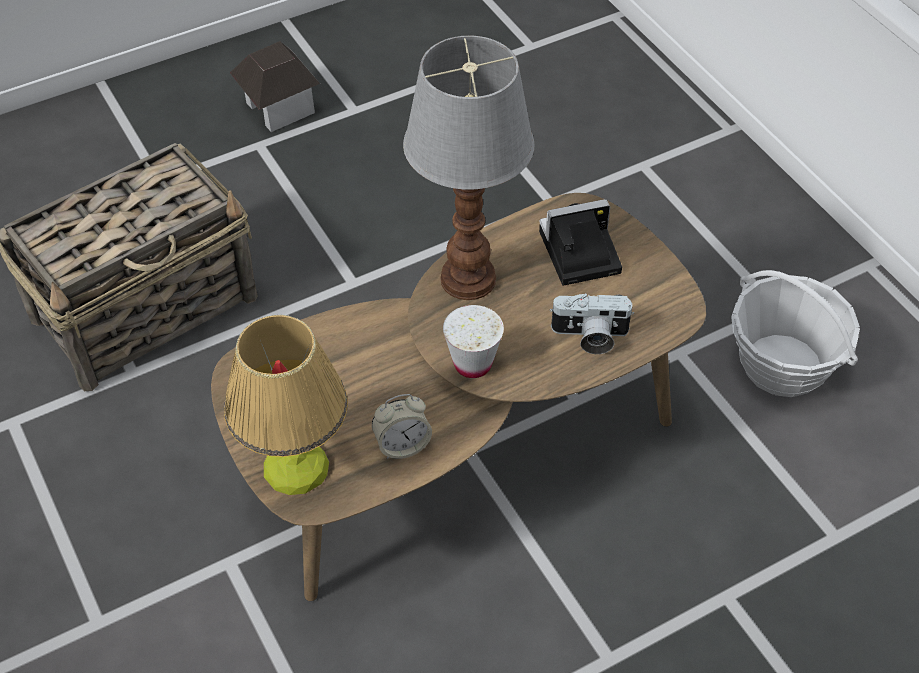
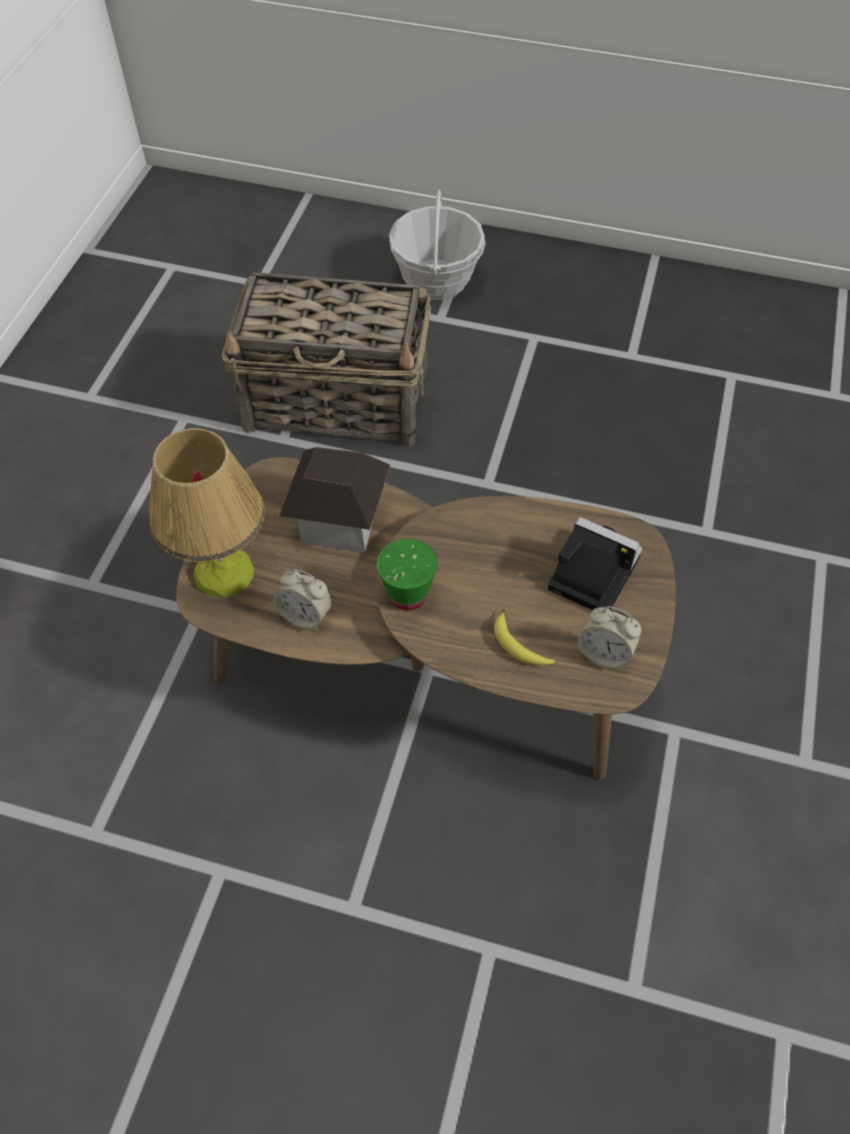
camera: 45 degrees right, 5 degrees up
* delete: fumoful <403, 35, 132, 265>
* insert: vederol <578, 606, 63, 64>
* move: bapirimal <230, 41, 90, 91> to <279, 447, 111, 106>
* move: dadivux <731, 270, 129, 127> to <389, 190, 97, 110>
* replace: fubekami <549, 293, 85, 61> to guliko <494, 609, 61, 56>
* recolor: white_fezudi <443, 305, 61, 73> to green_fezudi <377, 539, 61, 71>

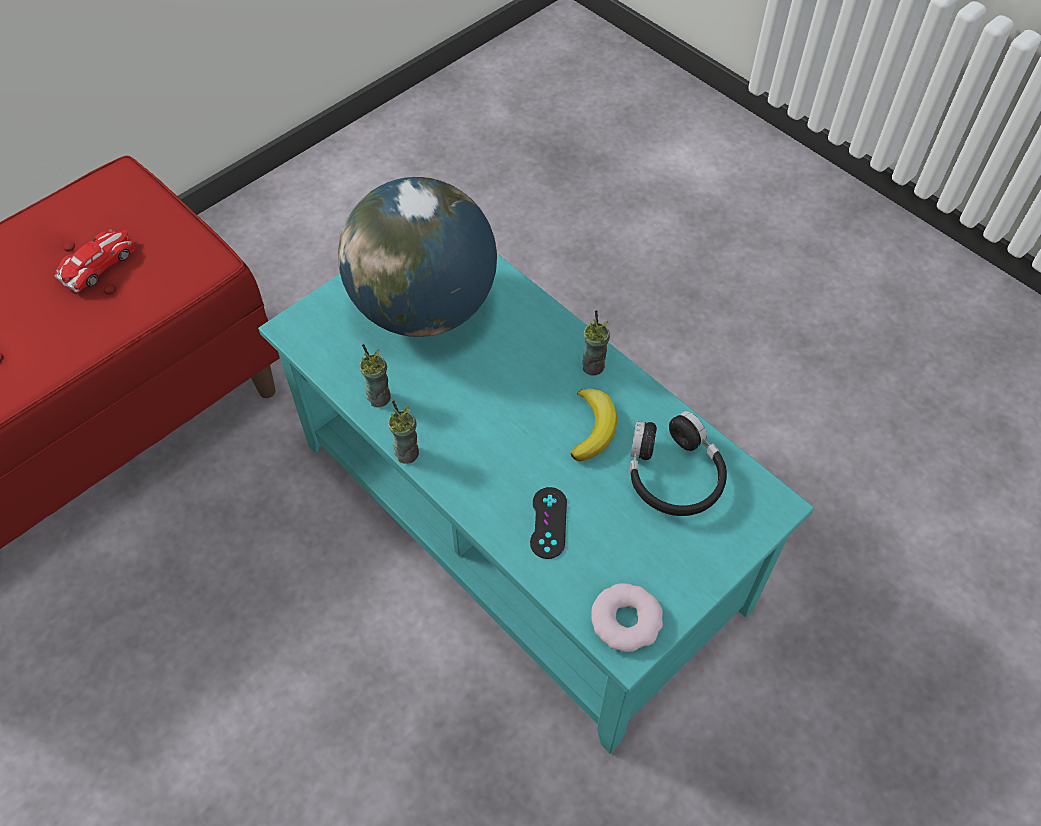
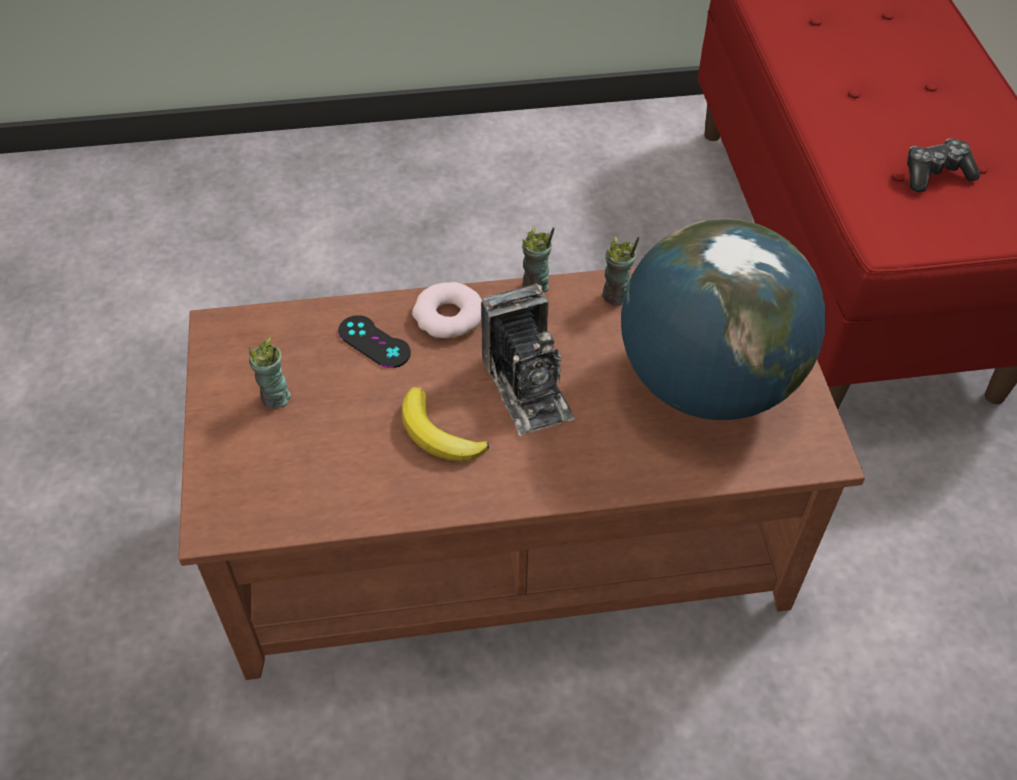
camera: 125 degrees right, 5 degrees down
* delete: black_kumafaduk <630, 411, 97, 105>
* insert: fubekami <481, 284, 94, 152>
* move: fezudi <582, 310, 28, 66> to <248, 337, 43, 72>
* move: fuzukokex <591, 583, 72, 69> to <412, 282, 70, 56>
* replace: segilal <54, 229, 81, 64> to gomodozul <907, 139, 73, 53>
* recolor: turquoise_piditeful <258, 253, 556, 501> to brown_piditeful <178, 267, 687, 413>

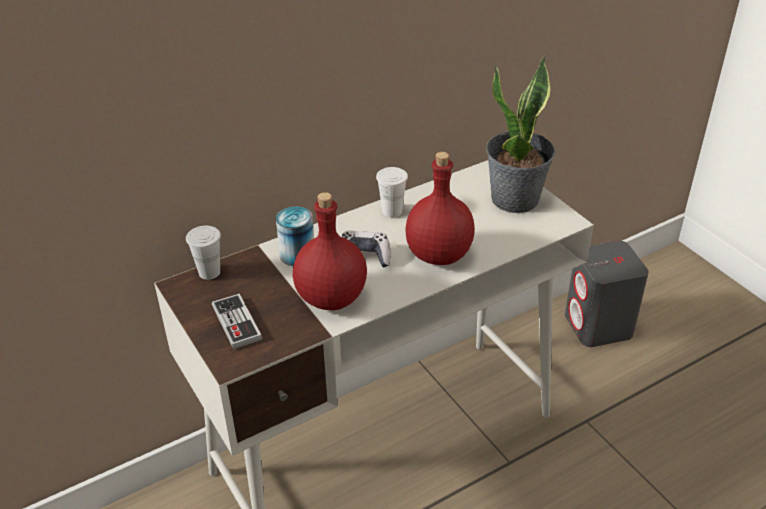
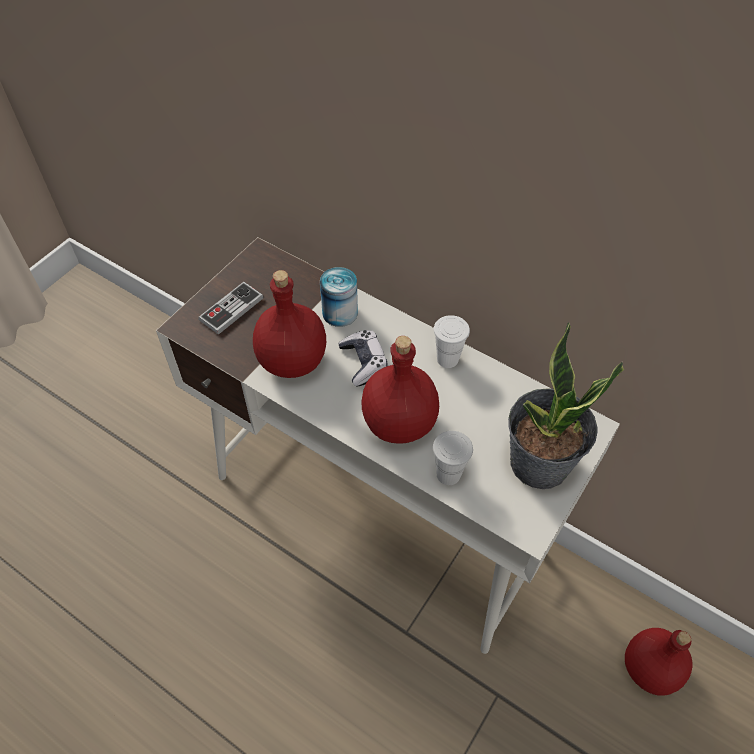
camera: 65 degrees right, 15 degrees up
* move: white_fezudi <186, 226, 35, 54> to <433, 431, 40, 54>
* replace: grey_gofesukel <565, 240, 84, 107> to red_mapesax <625, 628, 68, 68>

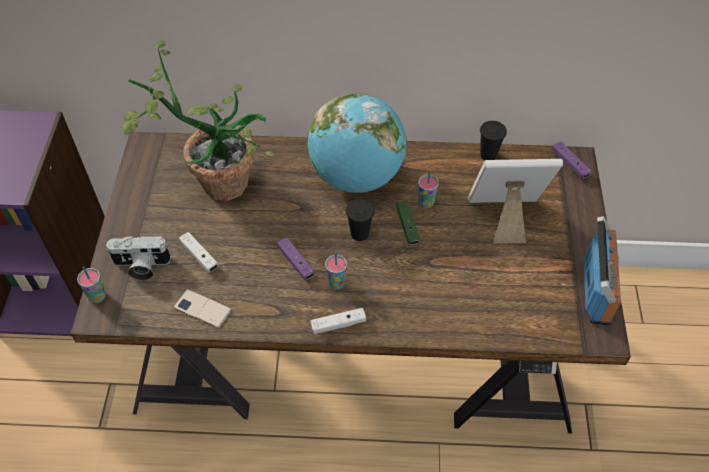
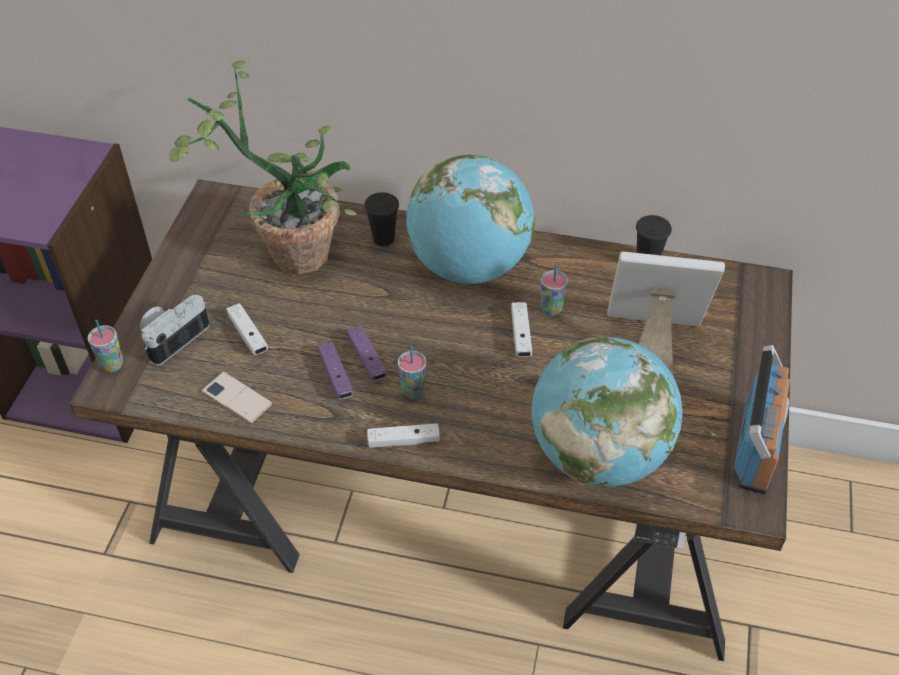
camera: 10 degrees right, 5 degrees down
* insert: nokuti <531, 337, 152, 150>
* move: black_fezudi <346, 199, 28, 42> to <364, 192, 35, 54>
* move: purple_gomodozul <552, 142, 40, 37> to <318, 342, 36, 57>
* recolor: green_gomodozul <396, 201, 24, 44> to white_gomodozul <511, 302, 21, 55>
* rotate: fubekami <106, 235, 65, 45> = <140, 295, 69, 71> 120 degrees clockwise

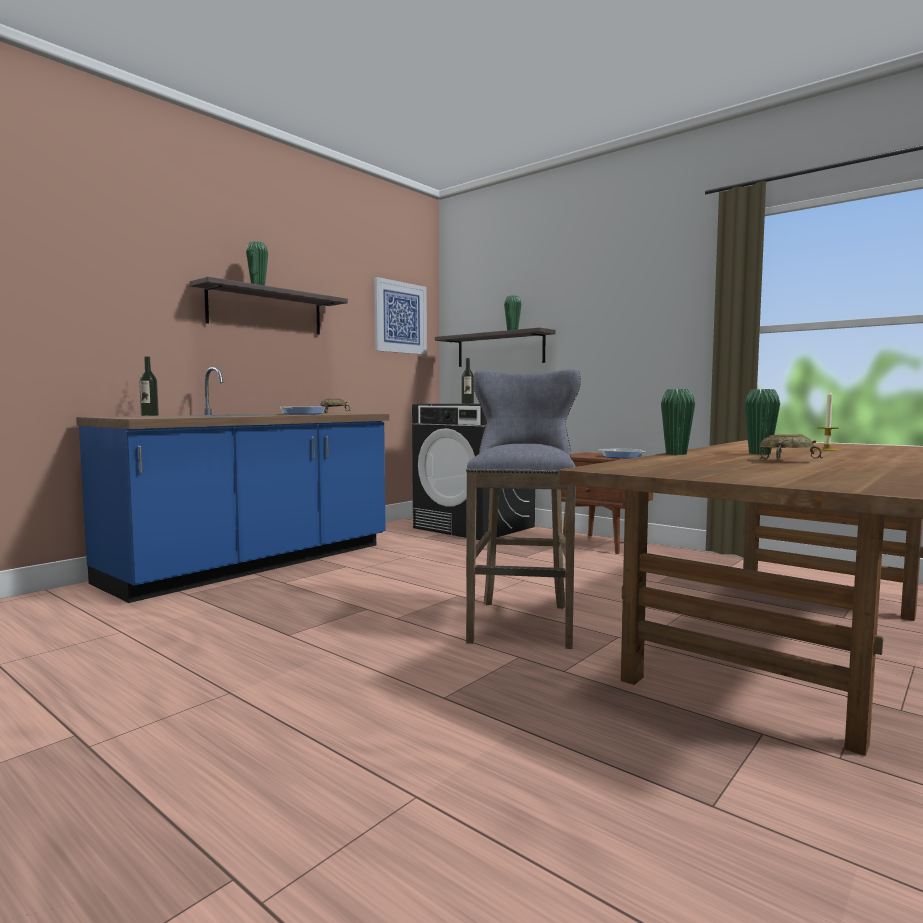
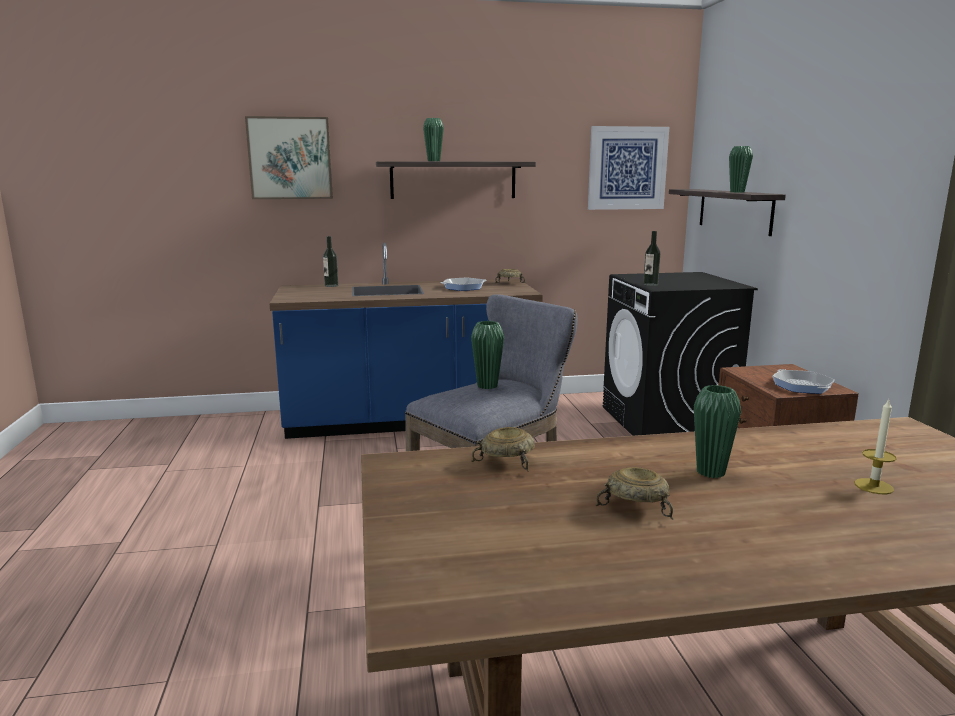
camera: 40 degrees right, 10 degrees up
* insert: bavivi <245, 116, 88, 83>
* insert: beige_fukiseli <471, 427, 64, 45>
* move: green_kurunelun <661, 389, 34, 66> to <471, 321, 33, 68>

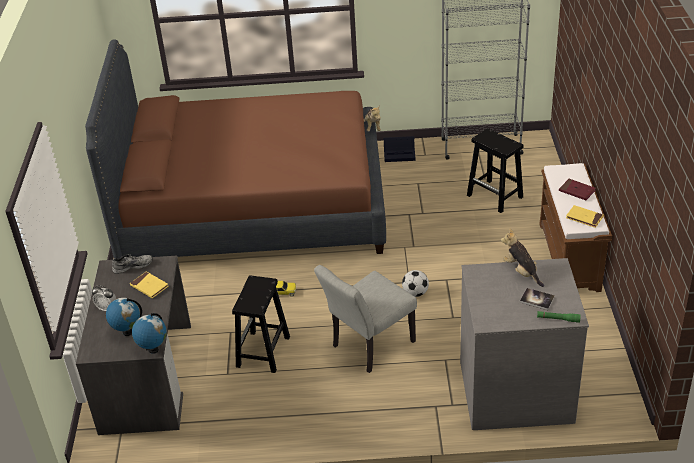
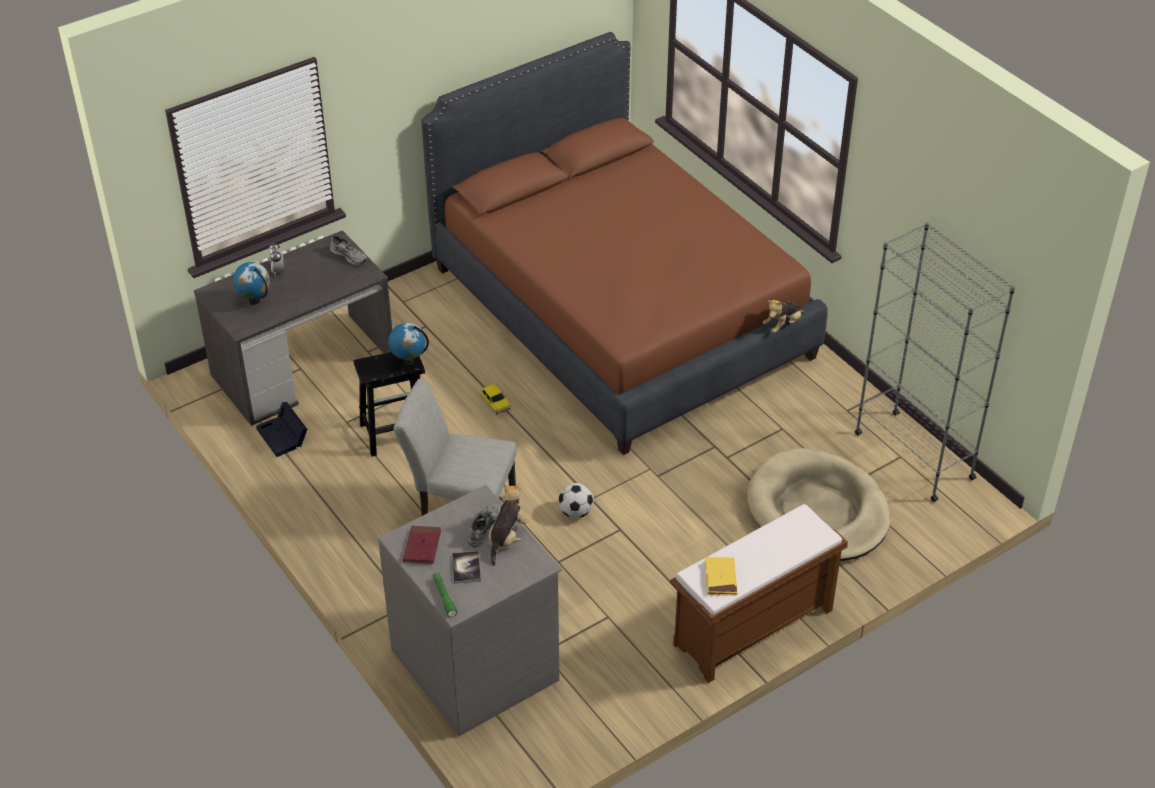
camera: 55 degrees right, 5 degrees up
* delete: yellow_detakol <130, 271, 39, 27>
* insert: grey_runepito <467, 502, 34, 45>
* move: nokuti <132, 313, 35, 41> to <388, 323, 41, 43>
* move: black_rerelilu <384, 136, 32, 26> to <256, 402, 51, 55>
* move: red_detakol <559, 179, 37, 21> to <403, 526, 38, 38>
* replace: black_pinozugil <467, 128, 56, 85> to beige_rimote <747, 448, 144, 113>

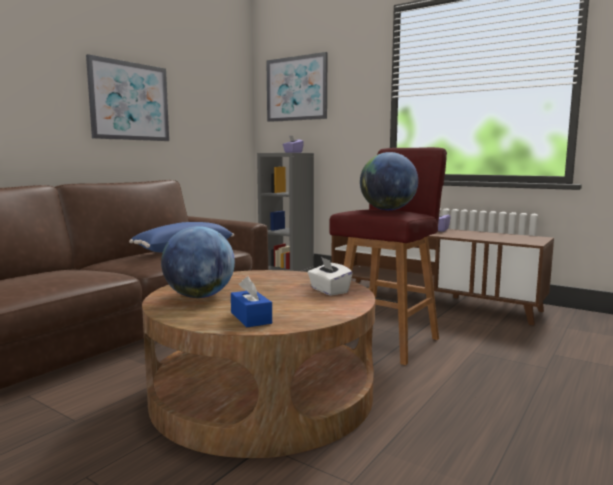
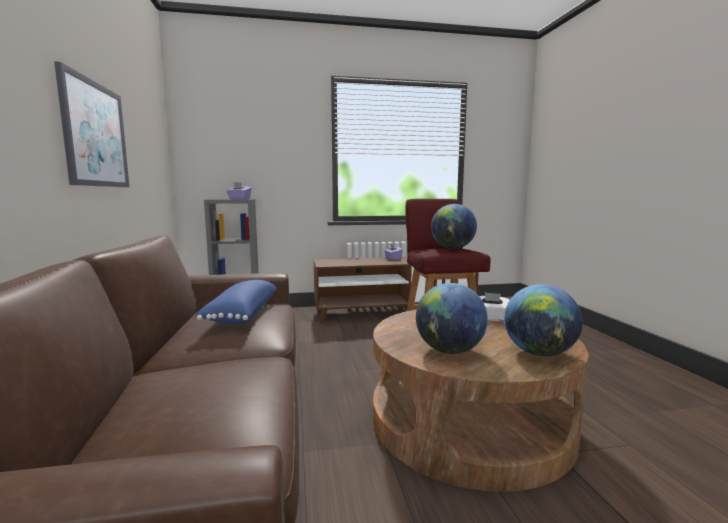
camera: 45 degrees left, 0 degrees up
* delete: bavivi <266, 52, 62, 70>
* replace: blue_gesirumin <231, 277, 41, 50> to nokuti <504, 284, 79, 72>

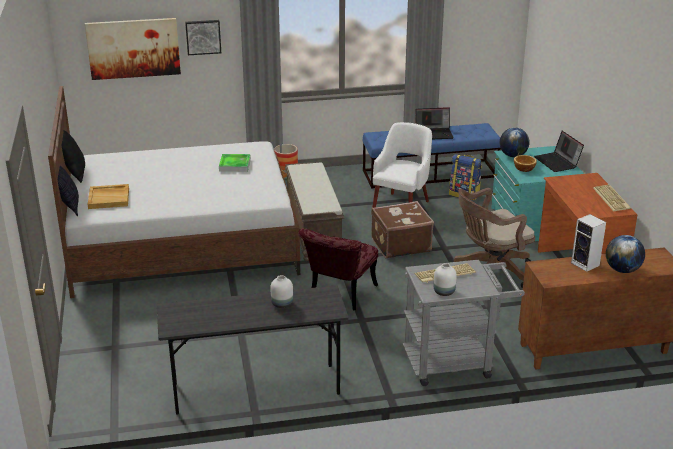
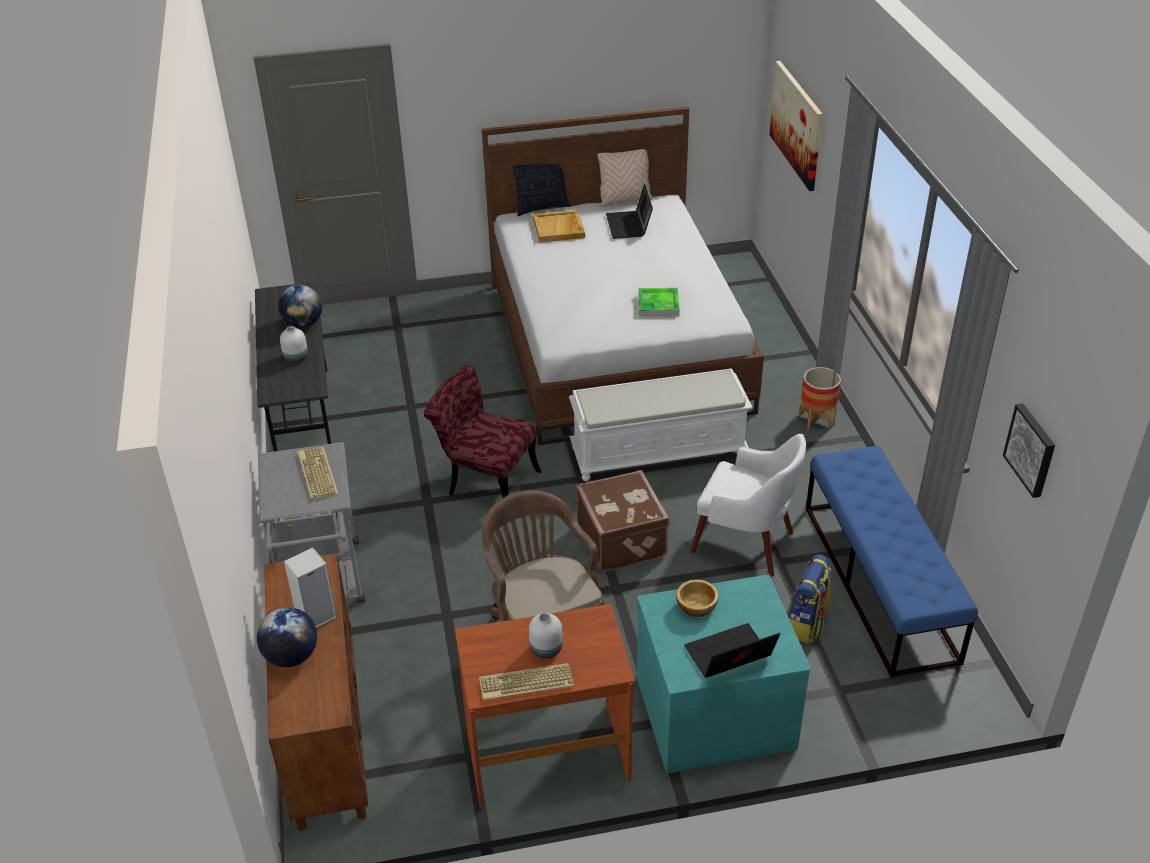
camera: 90 degrees right, 10 degrees up
* move: bavivi <185, 20, 36, 35> to <1003, 403, 52, 95>
* move: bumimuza <415, 107, 39, 33> to <606, 184, 47, 55>
* move: white_kurunelun <434, 263, 23, 33> to <529, 613, 34, 46>
* move: nokuti <499, 128, 31, 29> to <278, 284, 44, 44>
* recolor: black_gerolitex <62, 130, 23, 53> to beige_gerolitex <597, 149, 56, 58>
* recolor: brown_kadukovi <285, 162, 59, 99> to white_kadukovi <569, 368, 184, 113>

